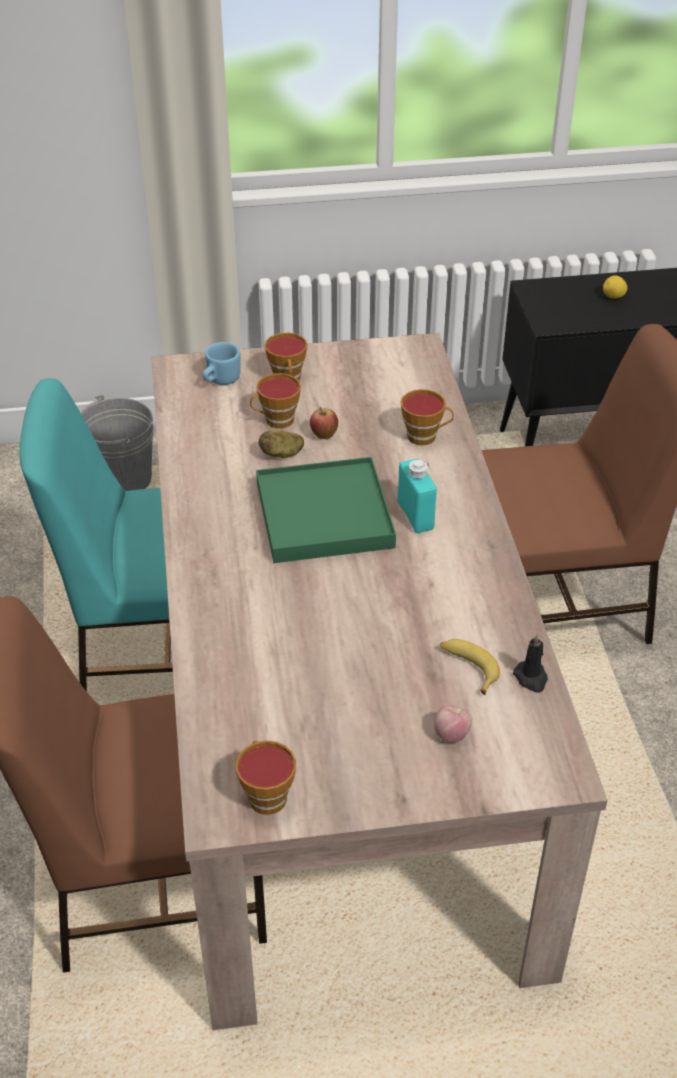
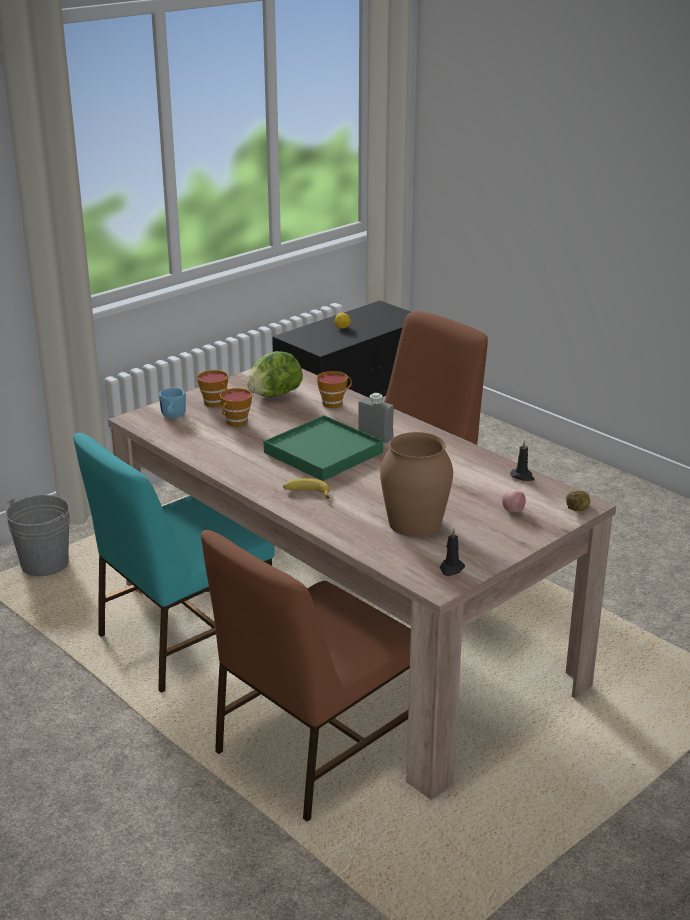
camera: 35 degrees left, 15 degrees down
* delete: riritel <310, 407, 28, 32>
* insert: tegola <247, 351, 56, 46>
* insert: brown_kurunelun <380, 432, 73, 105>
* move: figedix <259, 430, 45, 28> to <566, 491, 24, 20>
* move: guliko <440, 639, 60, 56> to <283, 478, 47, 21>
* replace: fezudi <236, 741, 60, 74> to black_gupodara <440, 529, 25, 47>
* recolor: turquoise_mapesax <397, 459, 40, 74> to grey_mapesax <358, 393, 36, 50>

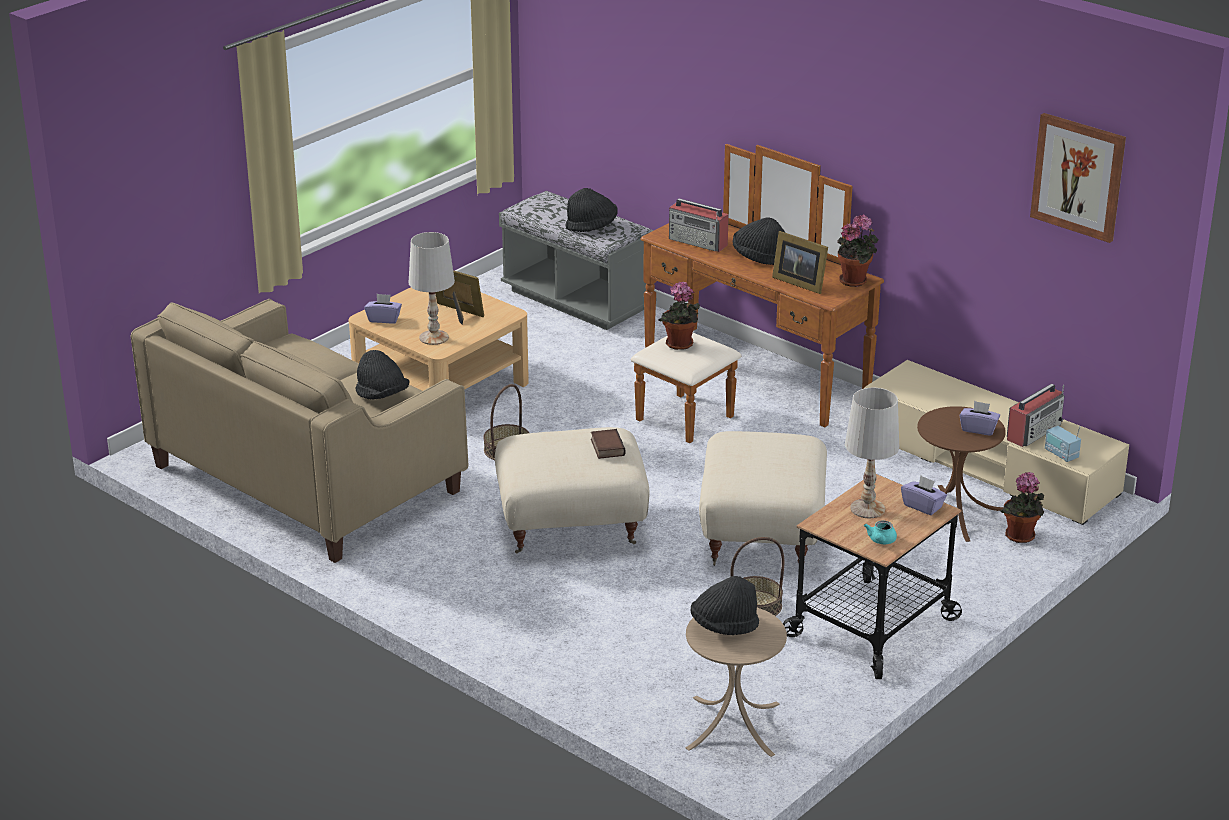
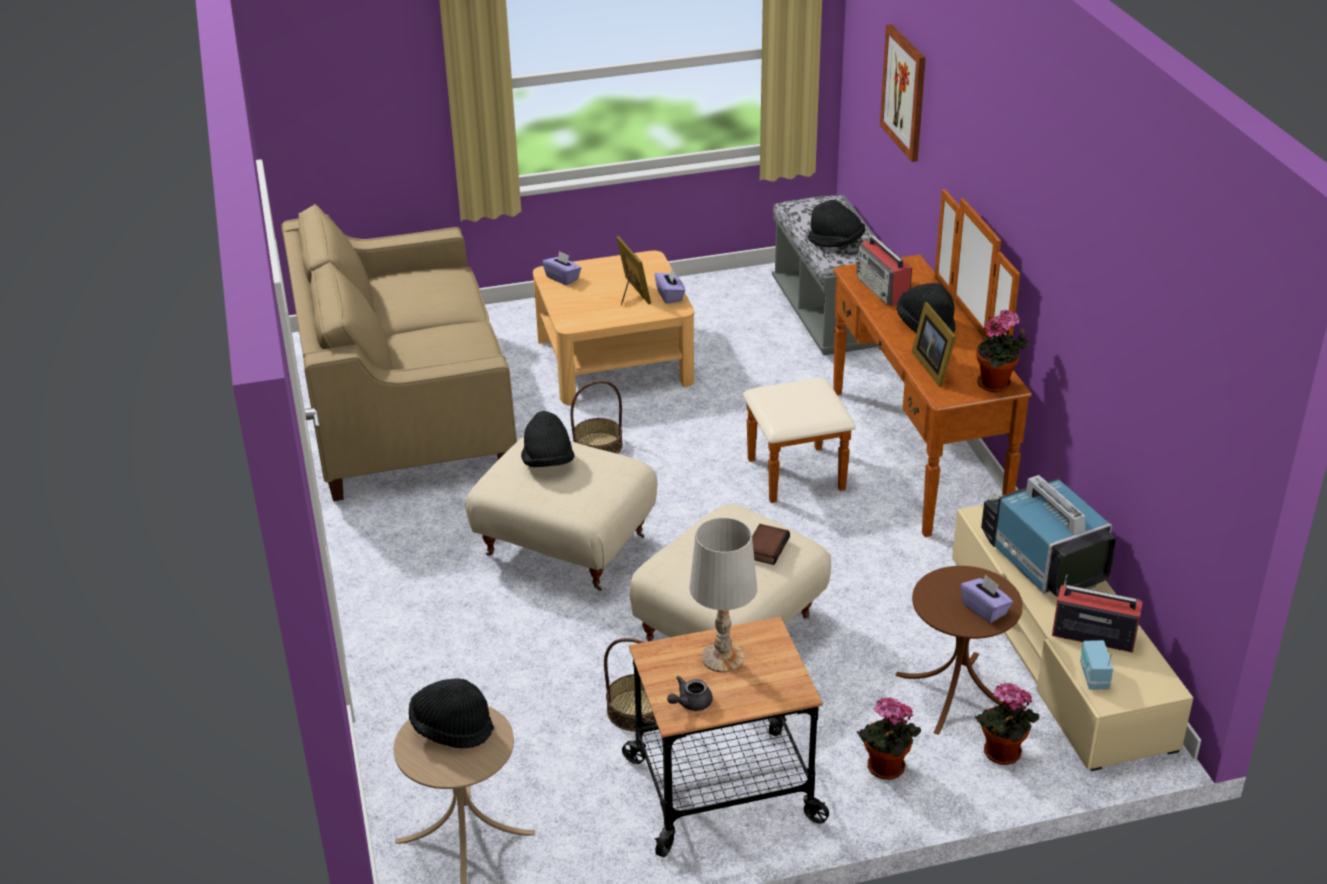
camera: 35 degrees right, 5 degrees up
* delete: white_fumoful <409, 232, 46, 113>
* insert: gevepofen <981, 475, 135, 122>
* move: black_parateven <355, 350, 55, 49> to <521, 411, 54, 56>
* move: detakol <591, 429, 35, 30> to <752, 524, 38, 41>
* move: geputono <659, 281, 41, 69> to <857, 698, 64, 82>
* move: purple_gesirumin <901, 475, 46, 40> to <655, 269, 30, 35>
* move: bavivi <1030, 113, 96, 130> to <880, 24, 46, 138>
* recolor: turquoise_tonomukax <864, 520, 33, 24> to grey_tonomukax <667, 676, 46, 35>
* rotate: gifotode <1007, 384, 57, 63> = <1052, 574, 91, 79> 150 degrees counterclockwise

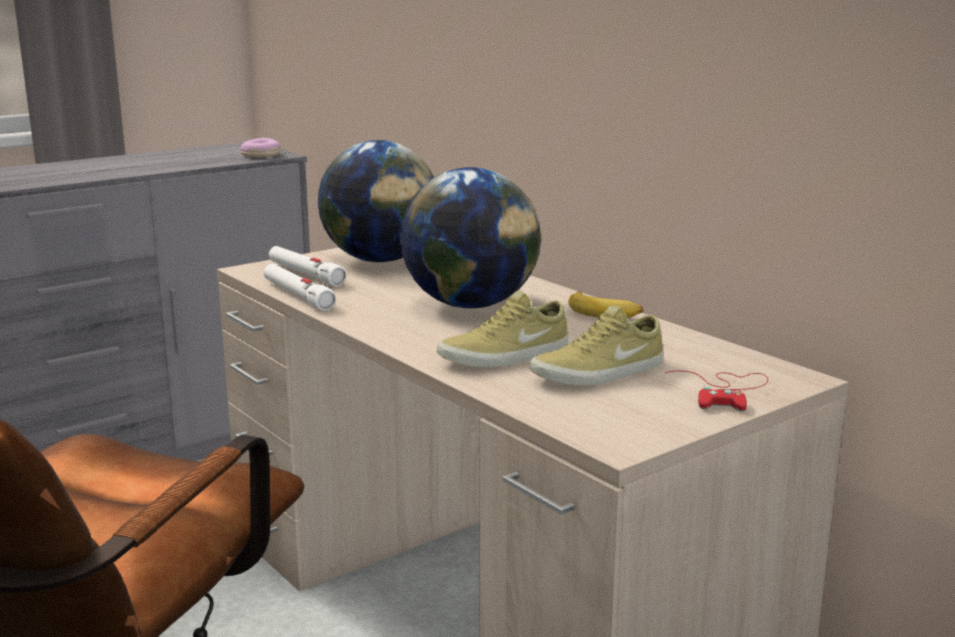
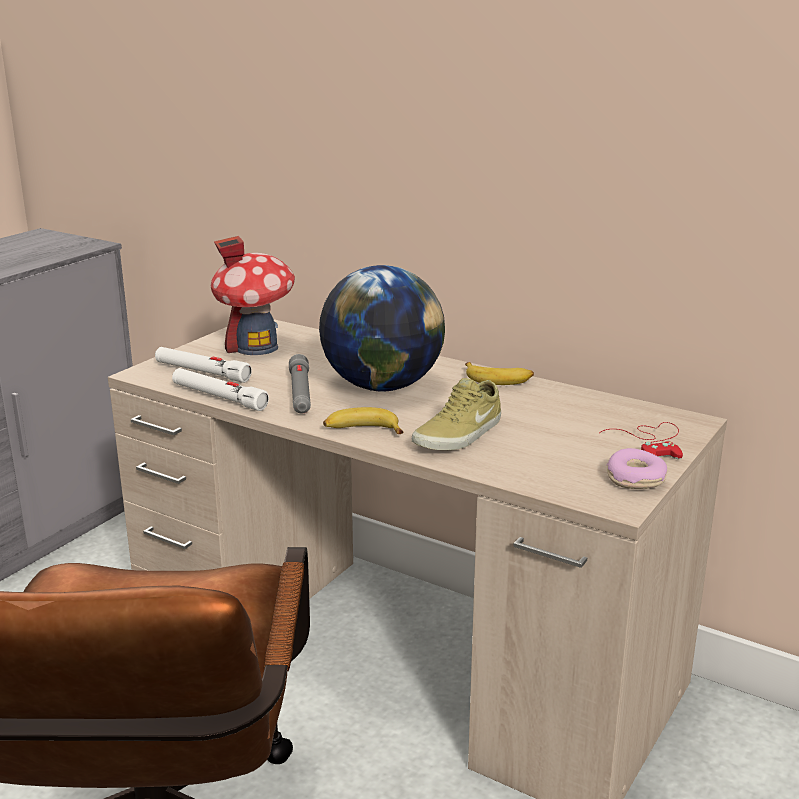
camera: 20 degrees left, 5 degrees up
* delete: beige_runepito <529, 305, 134, 80>
* insert: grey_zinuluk <289, 354, 22, 60>
* insert: guliko <323, 407, 80, 27>
* move: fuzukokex <240, 138, 41, 20> to <606, 448, 61, 41>
* replace: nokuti <318, 140, 116, 122> to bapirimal <211, 236, 84, 119>

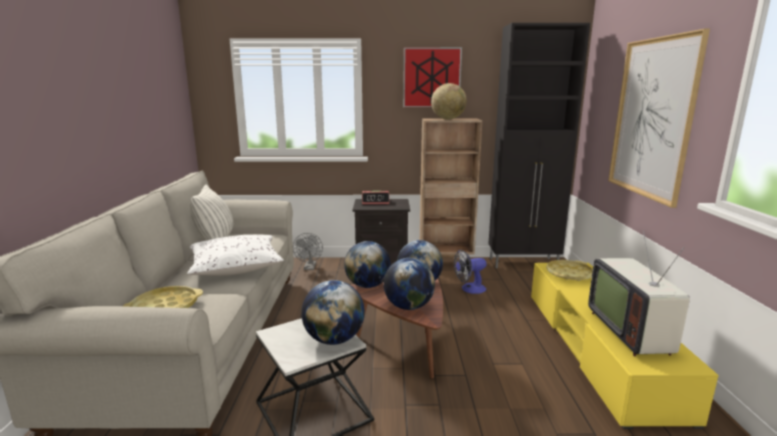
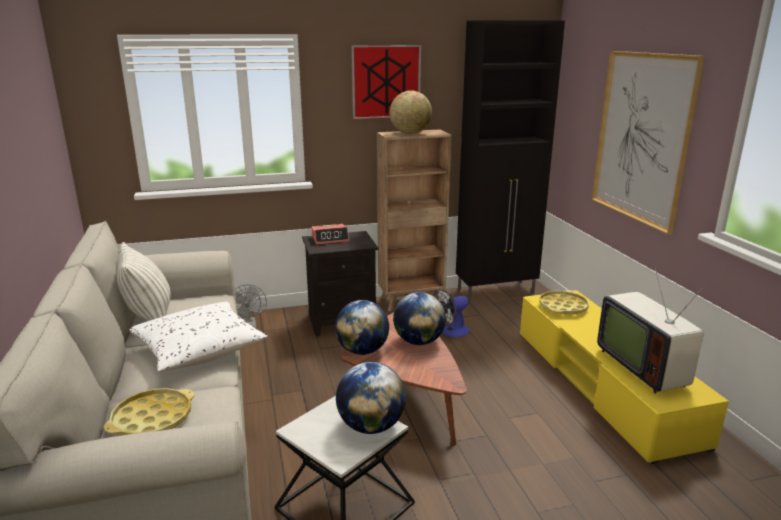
camera: 15 degrees left, 5 degrees up
* delete: nokuti <383, 258, 52, 52>

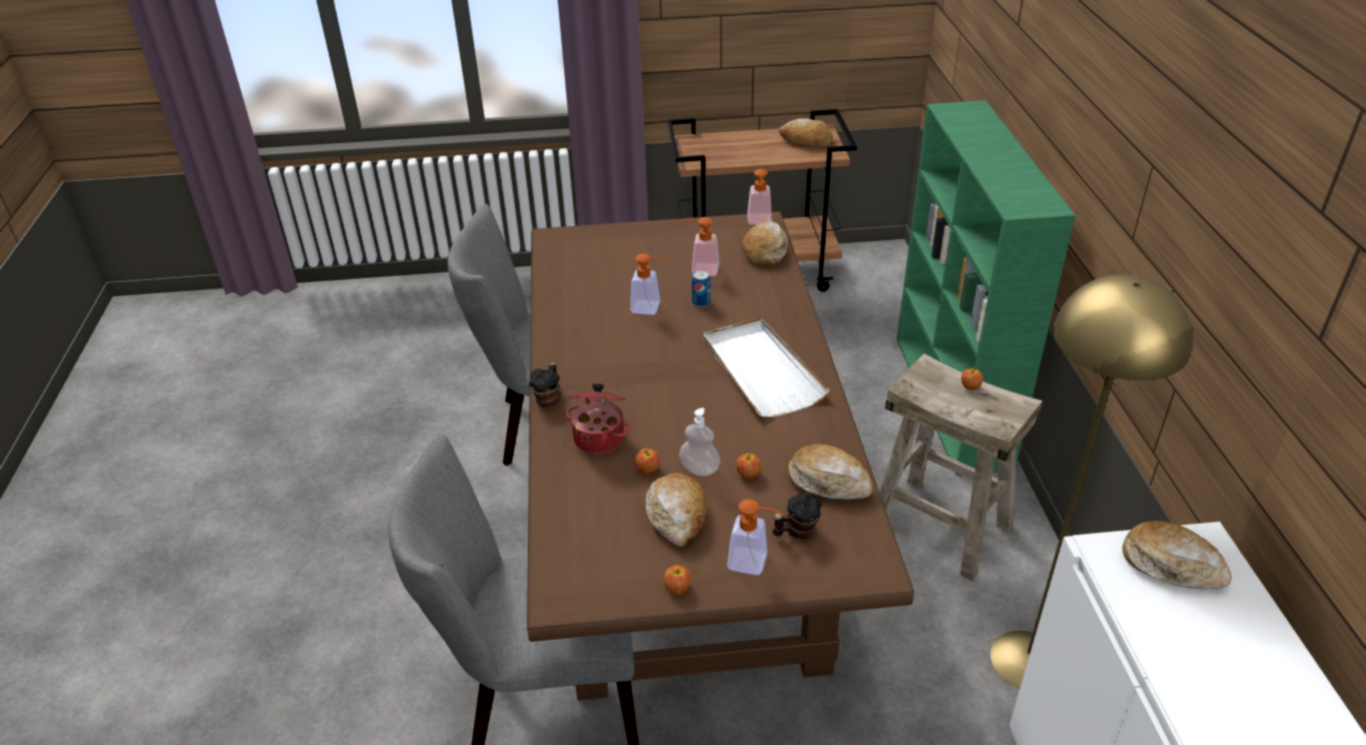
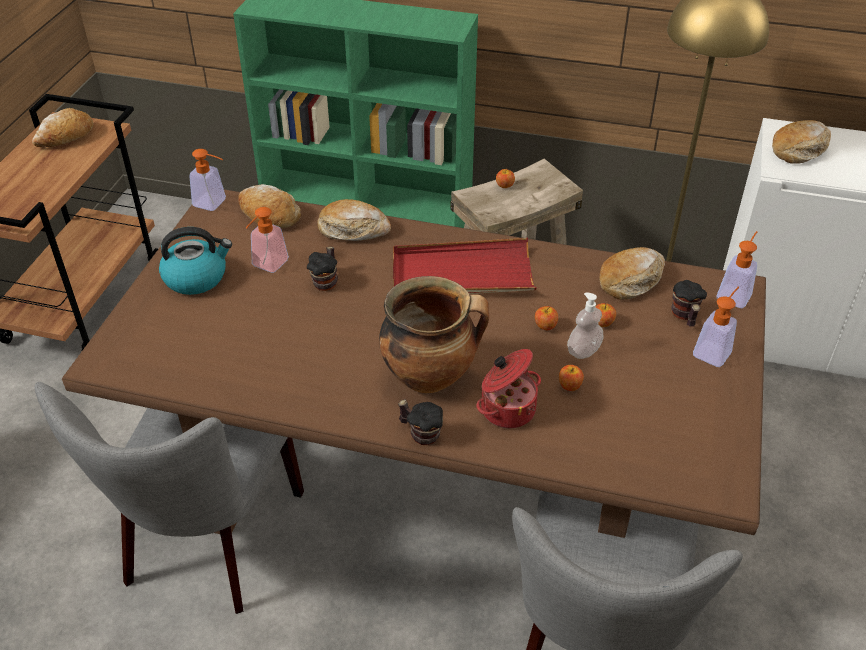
camera: 70 degrees left, 5 degrees up
* insert: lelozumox <159, 227, 73, 68>
* insert: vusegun <379, 276, 110, 117>
* move: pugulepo <630, 254, 39, 61> to <717, 231, 41, 77>
* move: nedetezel <646, 473, 60, 74> to <317, 199, 74, 42>
* move: riritel <664, 565, 27, 30> to <535, 306, 23, 24>
* replace: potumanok <692, 270, 19, 37> to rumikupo <307, 247, 31, 44>
* recolor: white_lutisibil <703, 318, 127, 99> to red_lutisibil <393, 238, 144, 56>

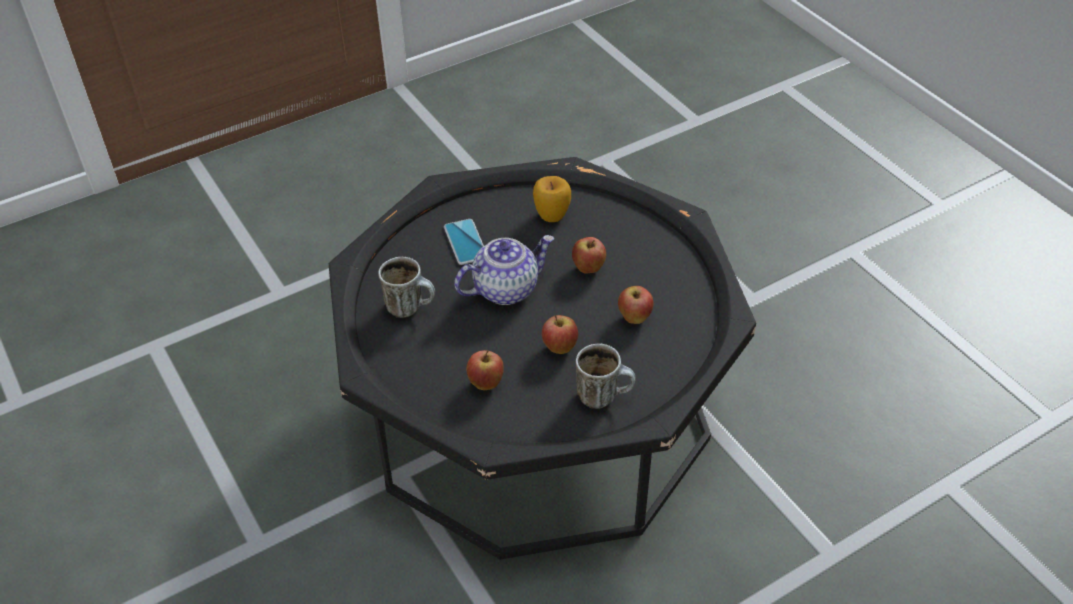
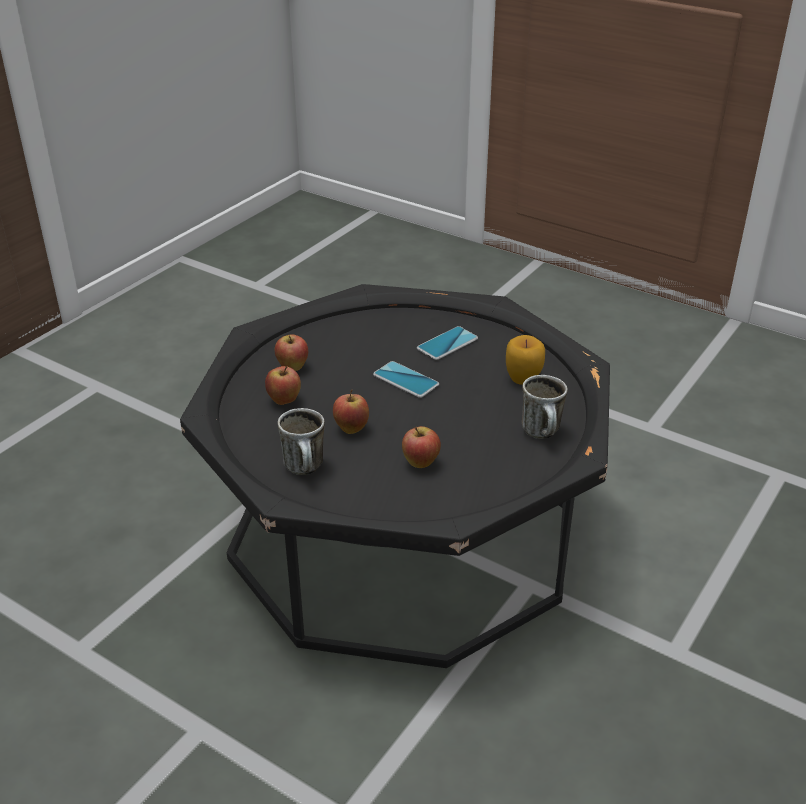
camera: 65 degrees right, 10 degrees down
* move: rumikupo <378, 257, 57, 61> to <522, 375, 46, 64>
* move: riritel <572, 237, 34, 37> to <275, 334, 33, 37>
* replace: tonomukax <454, 235, 100, 70> to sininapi <373, 361, 66, 37>

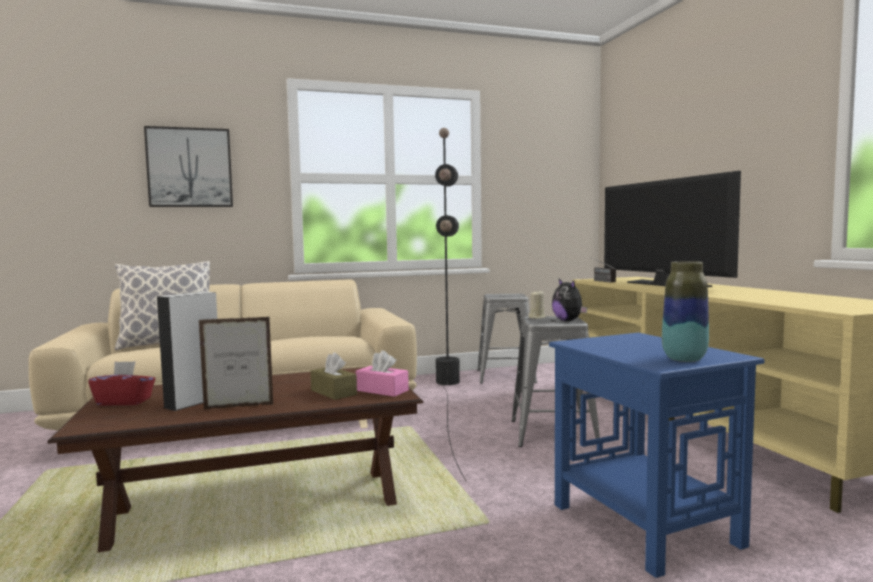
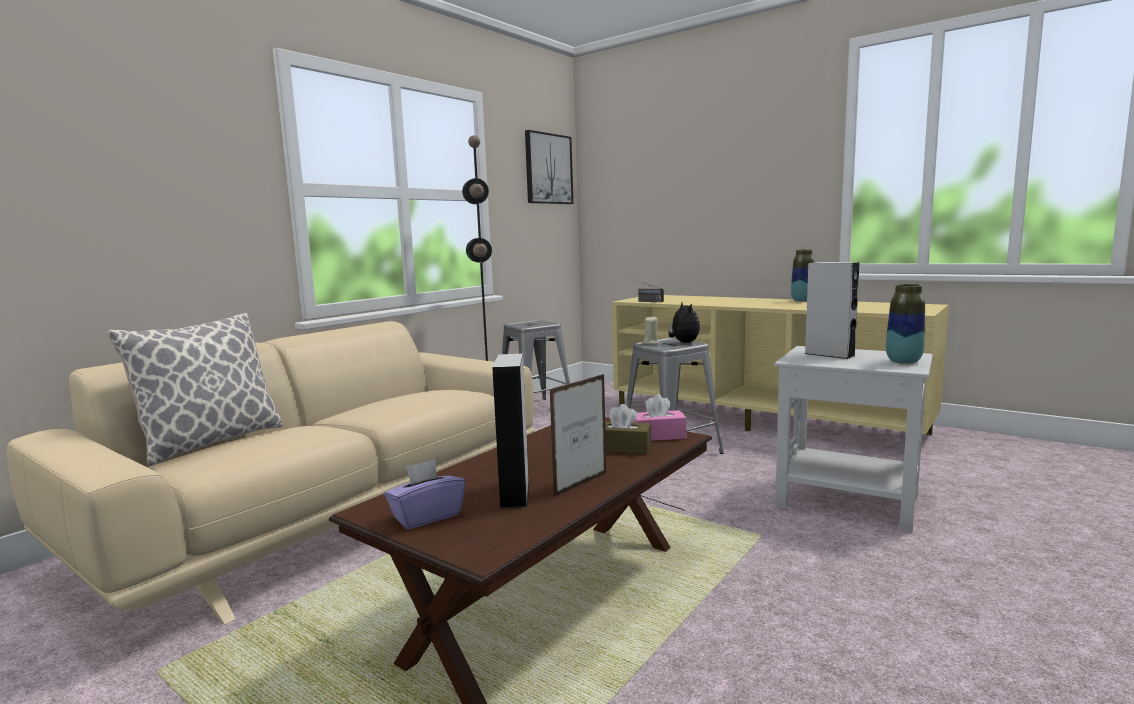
camera: 35 degrees left, 5 degrees up
* delete: gevepofen <604, 171, 137, 116>
* insert: kurunelun <791, 249, 24, 53>
* insert: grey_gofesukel <805, 262, 54, 97>
* move: bavivi <144, 126, 89, 81> to <525, 130, 48, 74>
* recolor: red_gesirumin <88, 361, 67, 45> to purple_gesirumin <385, 459, 81, 70>
* recolor: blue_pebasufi <549, 333, 216, 245> to white_pebasufi <774, 346, 159, 187>
* rotate: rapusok <552, 279, 35, 42> = <668, 302, 32, 41> 135 degrees counterclockwise

